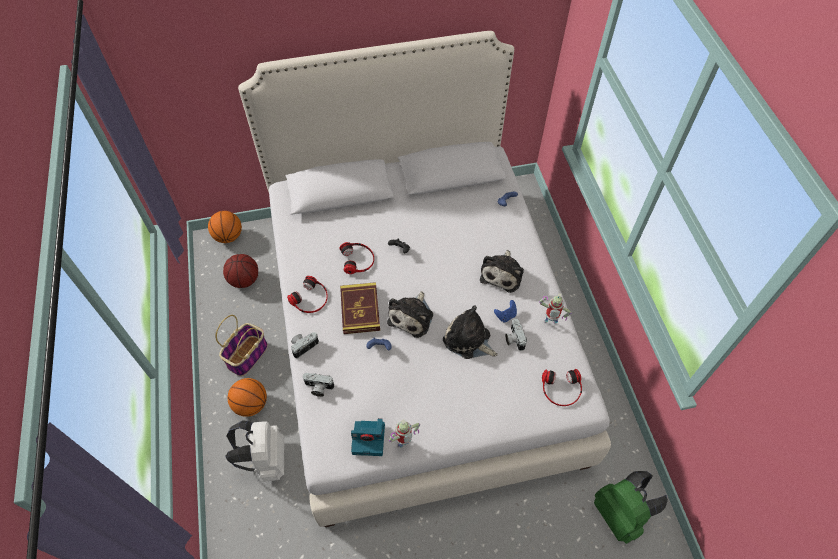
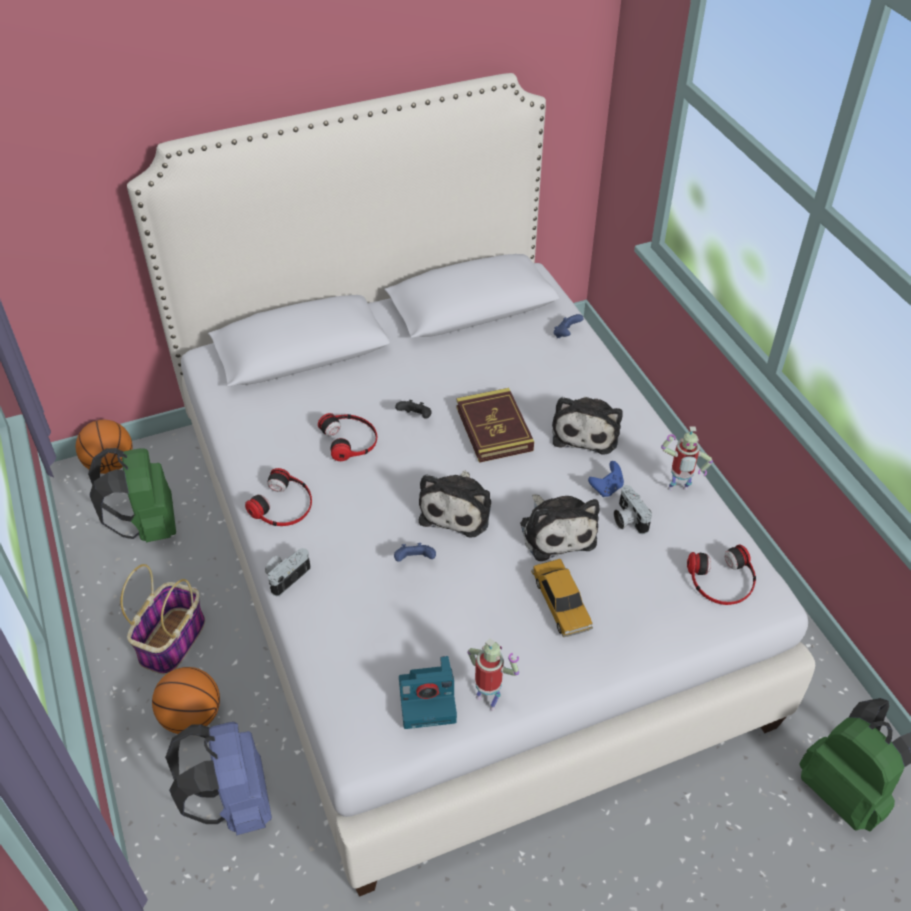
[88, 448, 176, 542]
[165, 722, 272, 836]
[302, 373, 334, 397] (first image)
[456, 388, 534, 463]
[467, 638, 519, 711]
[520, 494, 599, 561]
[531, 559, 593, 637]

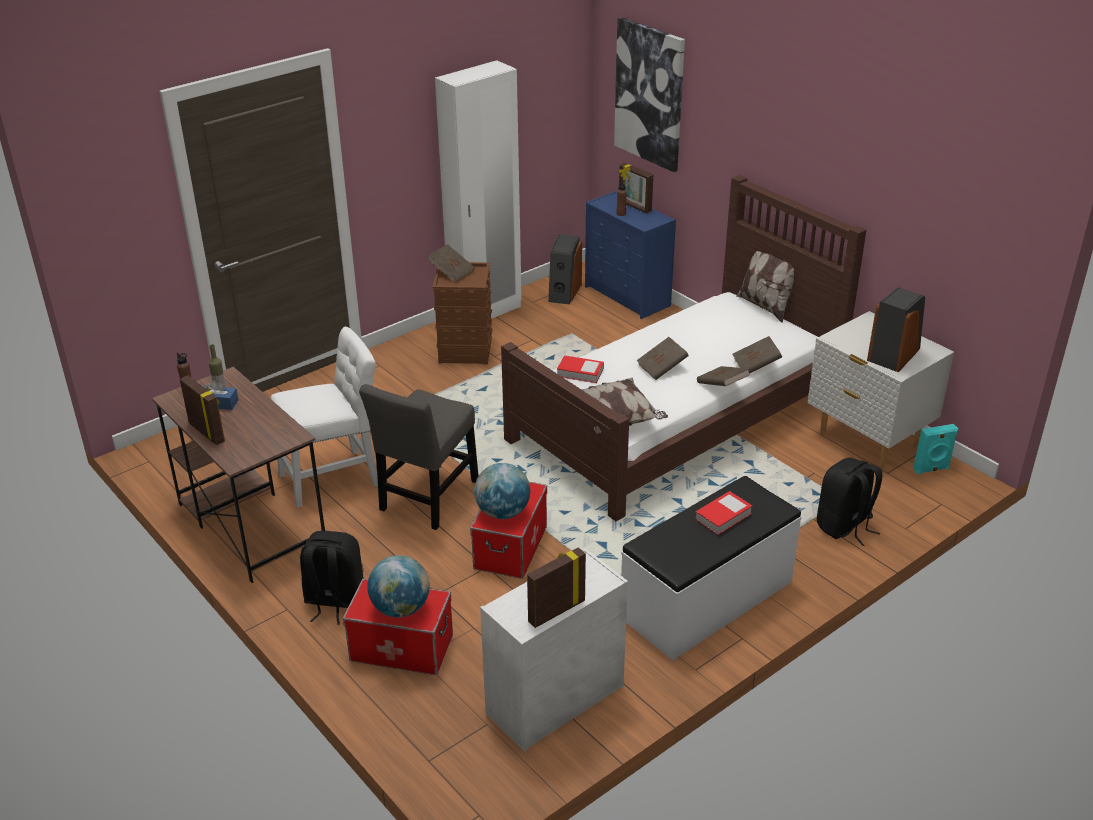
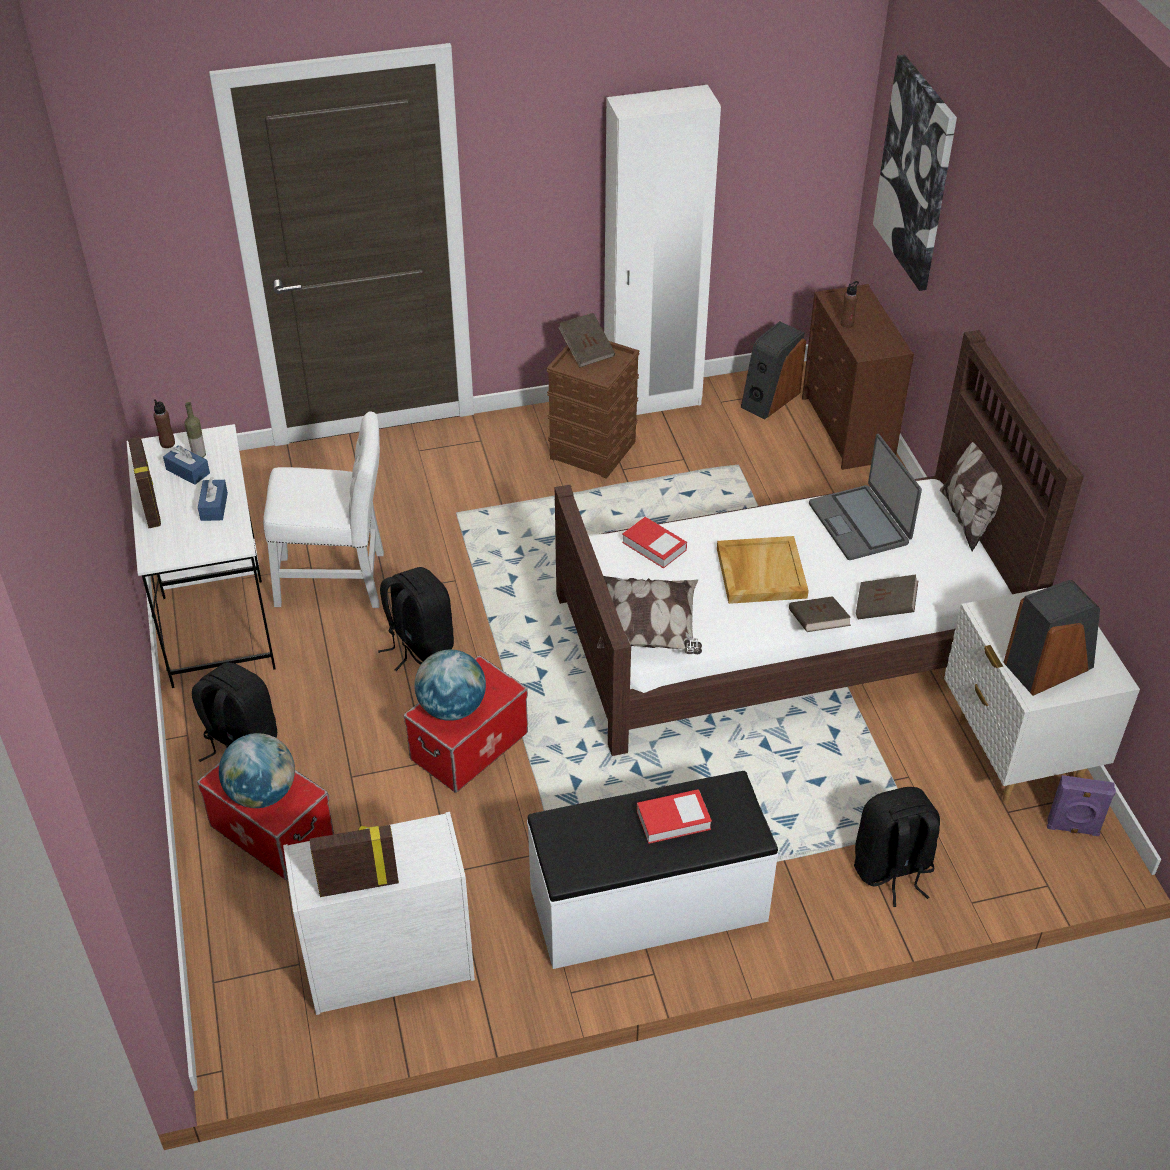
[127, 424, 276, 688]
[378, 567, 454, 671]
[802, 284, 914, 470]
[619, 163, 653, 213] (first image)
[717, 536, 809, 604]
[1047, 775, 1116, 836]
[198, 477, 228, 521]
[809, 434, 922, 560]

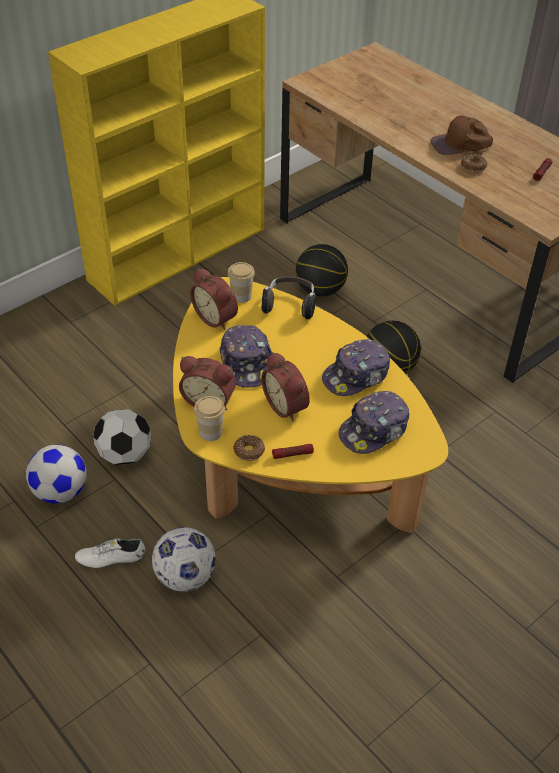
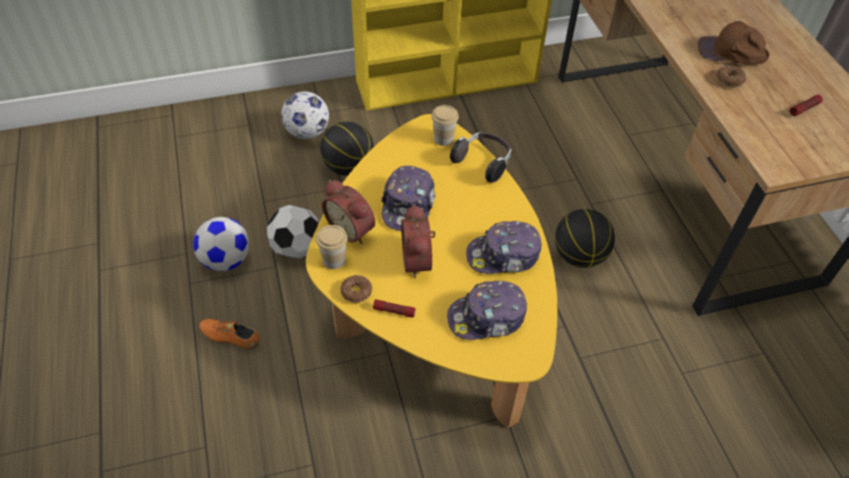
[200, 319, 260, 349]
[281, 91, 329, 139]
[190, 268, 238, 330] (first image)
[320, 122, 374, 176]

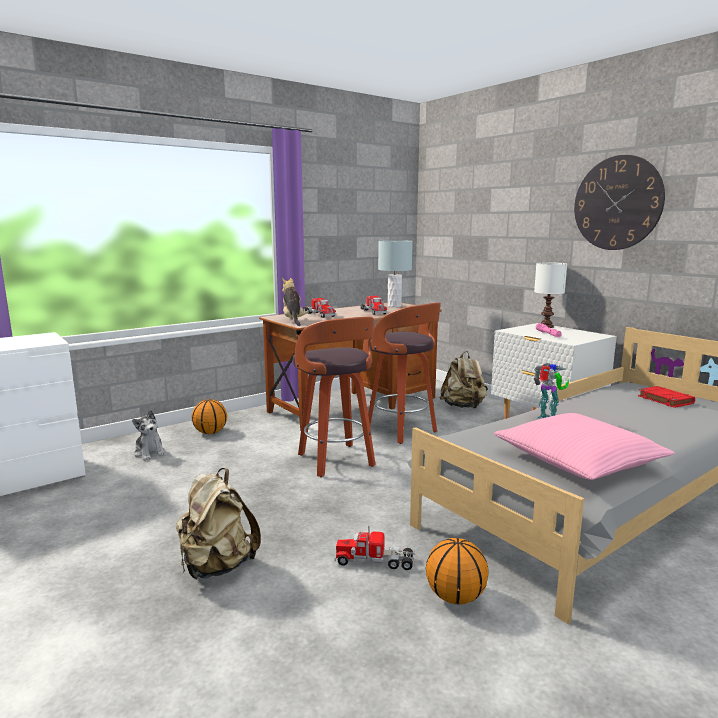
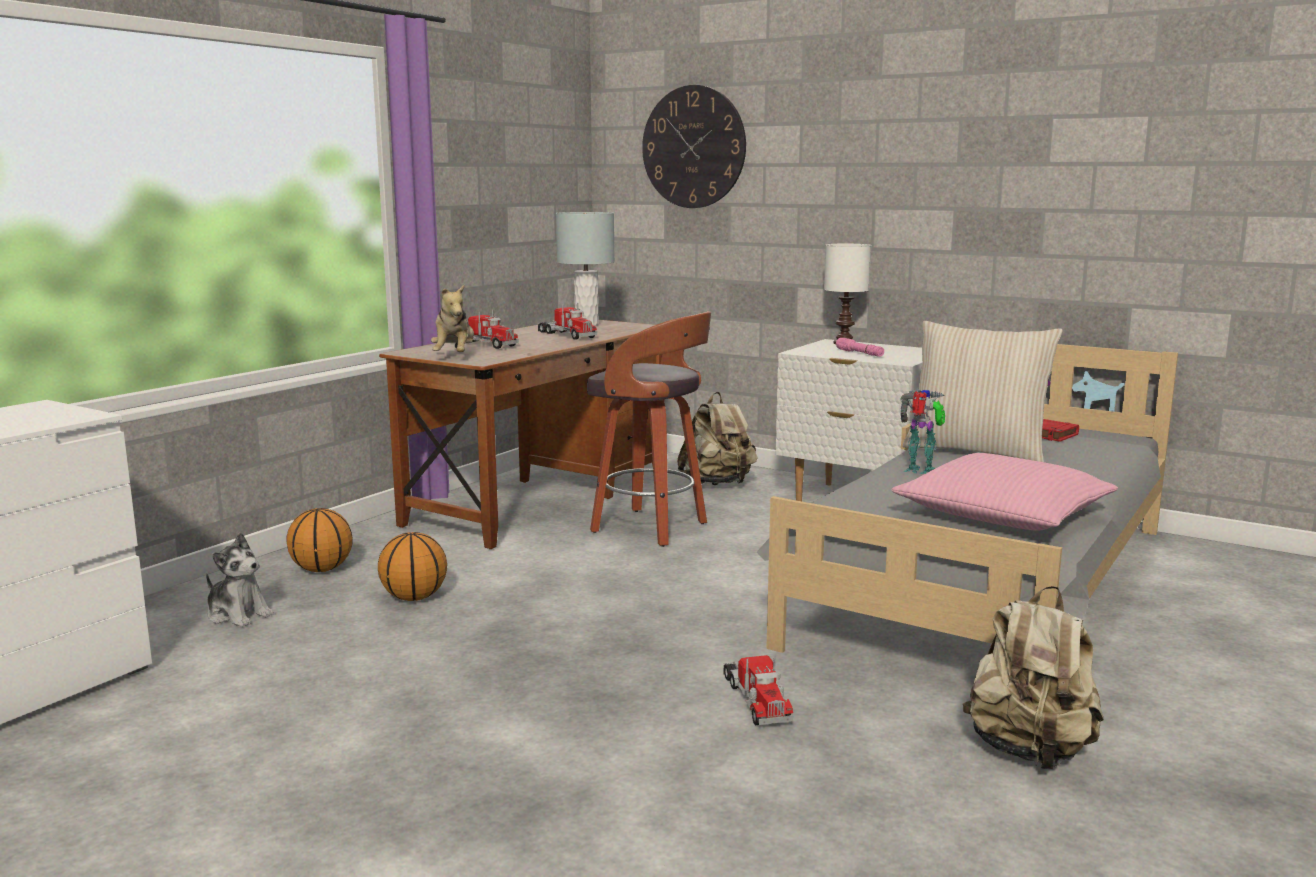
[963, 586, 1104, 769]
[431, 285, 474, 352]
[293, 317, 375, 477] (first image)
[723, 655, 793, 725]
[378, 532, 447, 601]
[642, 85, 746, 208]
[903, 321, 1063, 462]

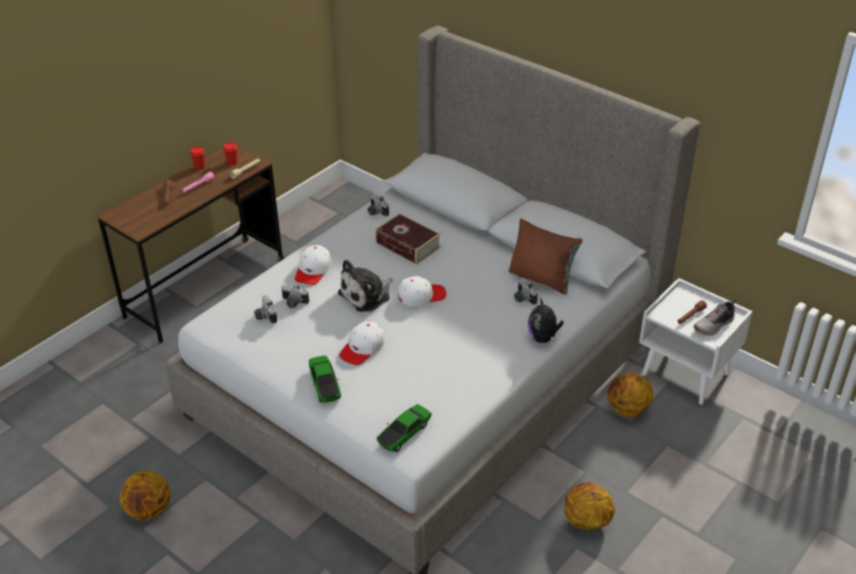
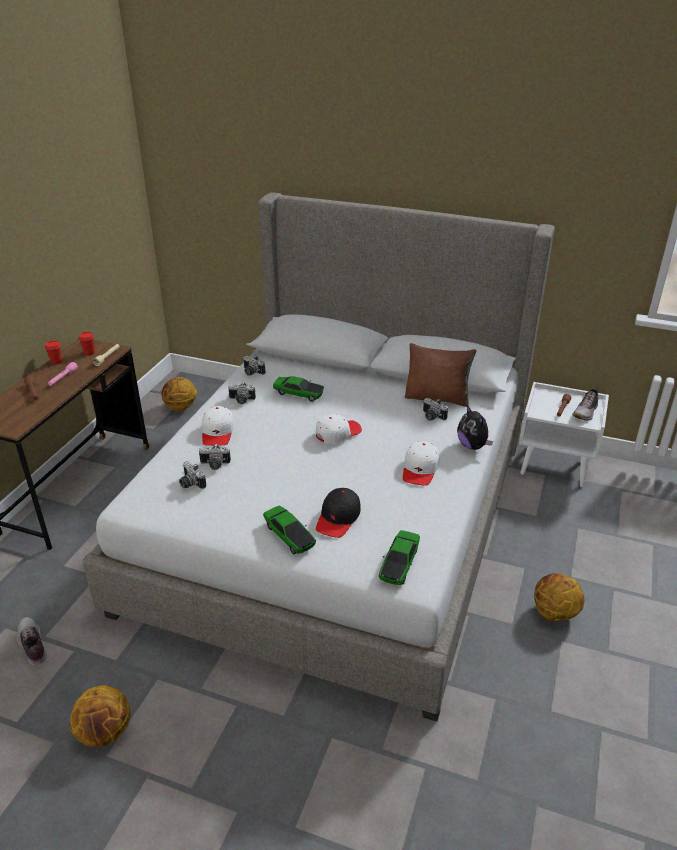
[338, 260, 393, 312] (first image)
[403, 441, 439, 486]
[273, 376, 324, 402]
[161, 377, 197, 411]
[17, 617, 47, 665]
[228, 382, 256, 404]
[316, 488, 361, 538]

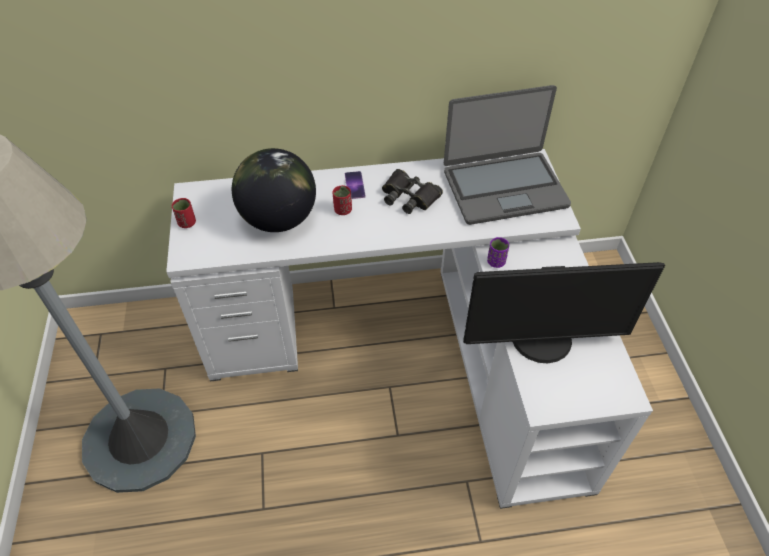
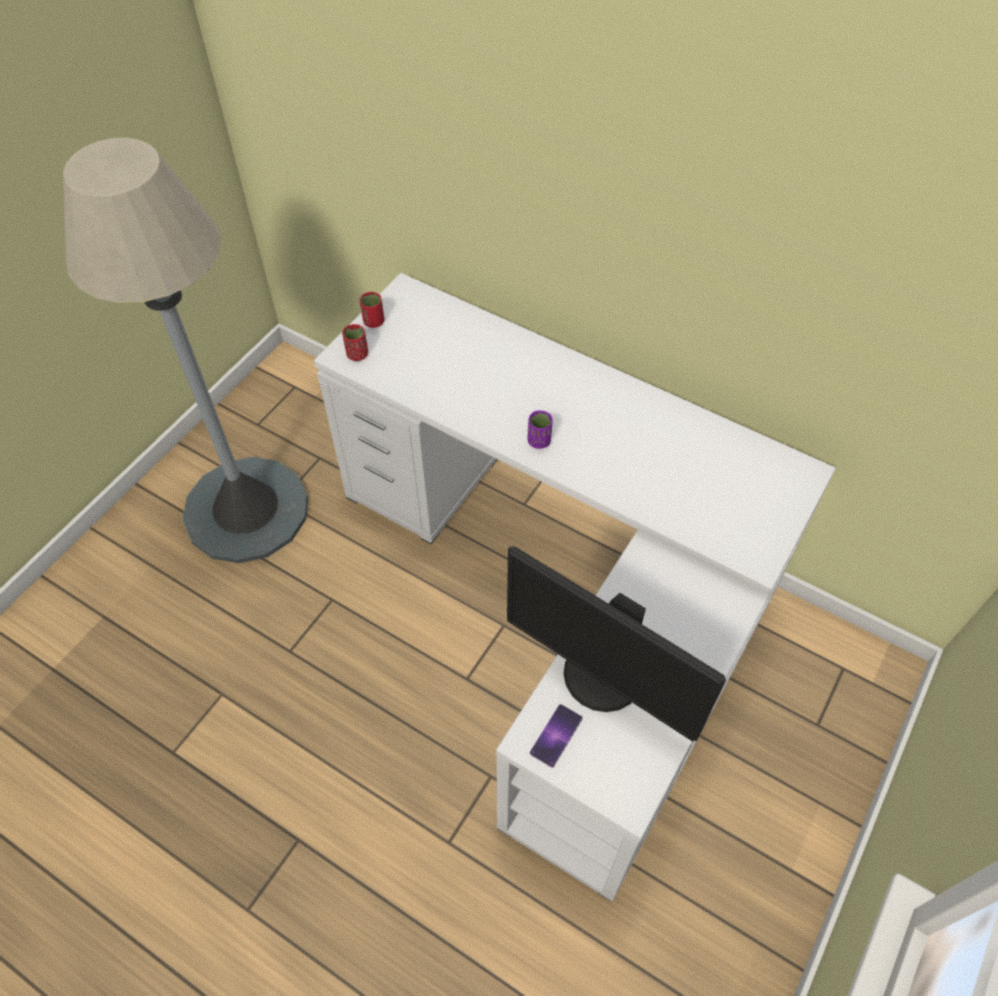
[232, 148, 316, 232] (first image)
[342, 324, 368, 361]
[530, 704, 583, 768]
[382, 169, 443, 214] (first image)
[444, 85, 571, 225] (first image)
[528, 410, 553, 449]

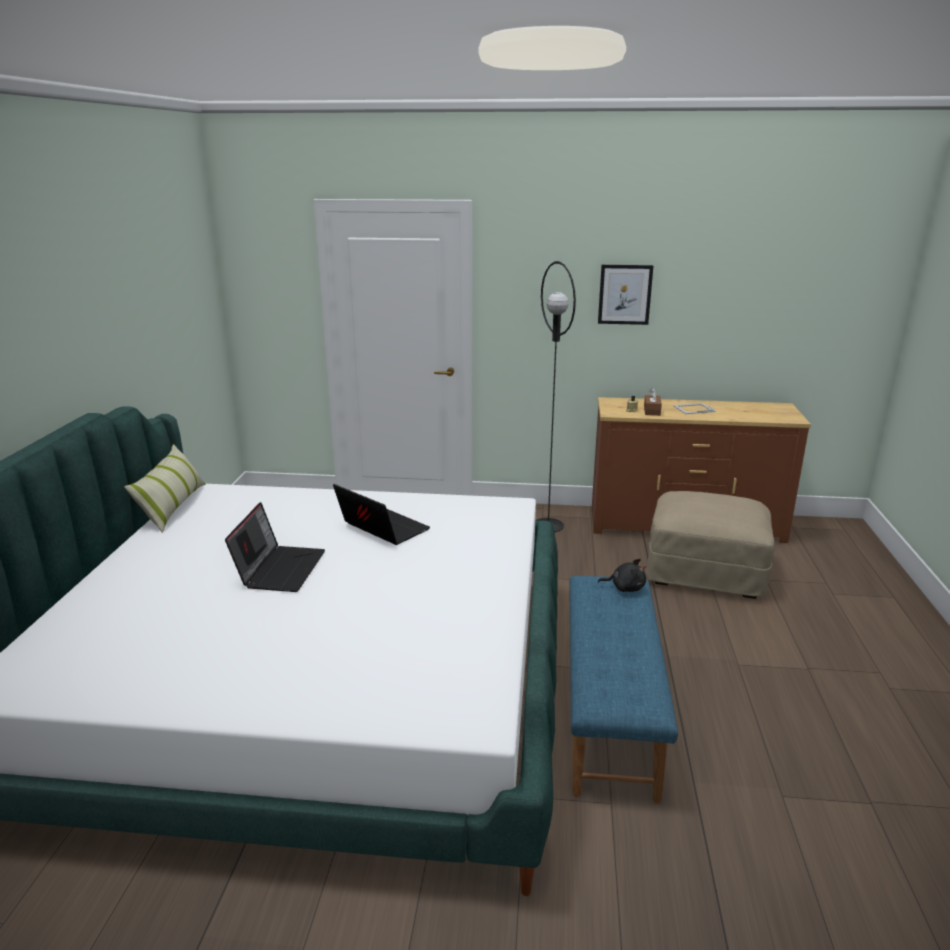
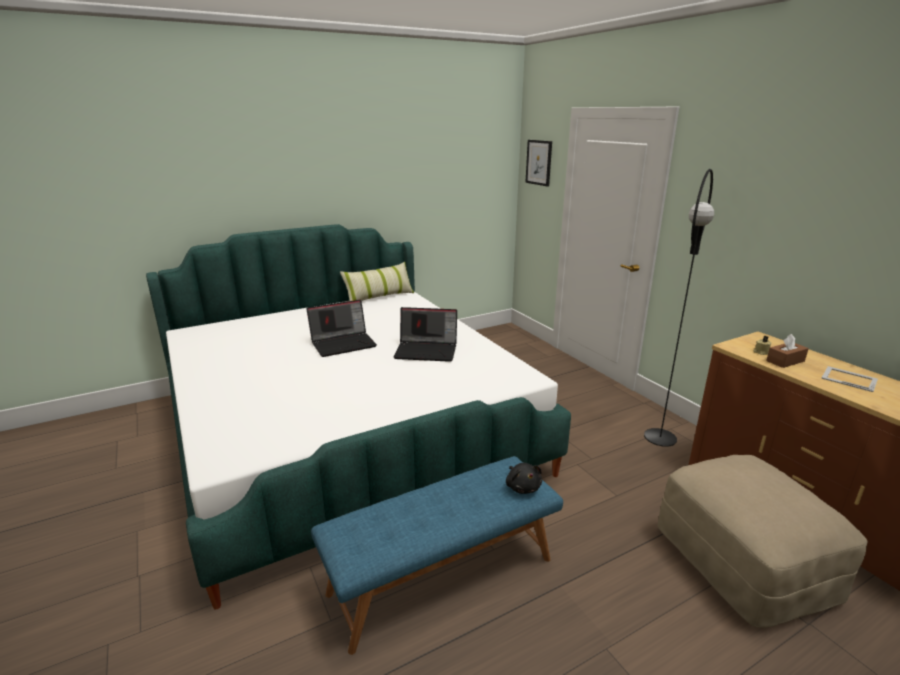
[394, 307, 457, 362]
[525, 140, 552, 187]

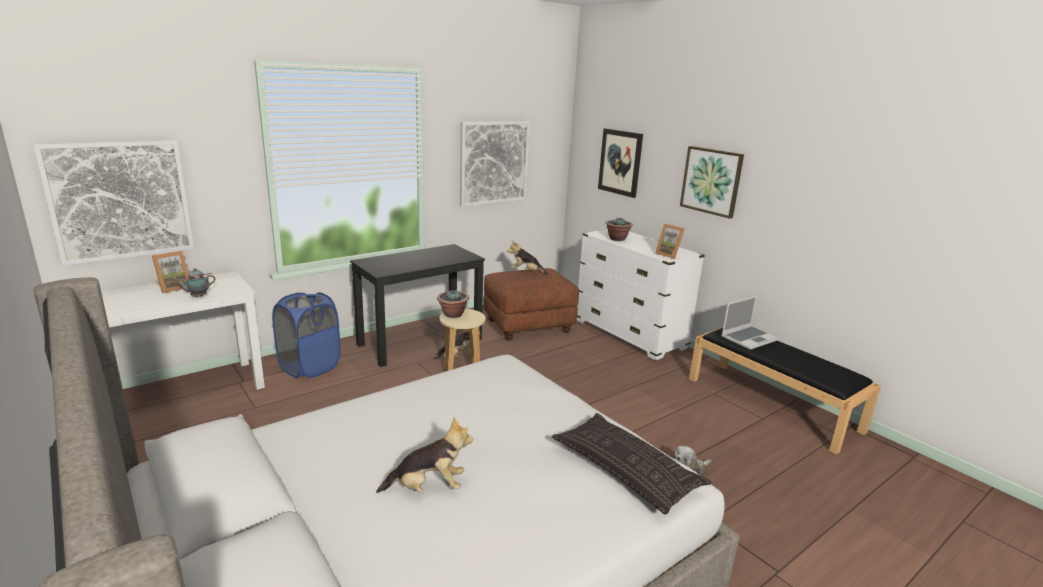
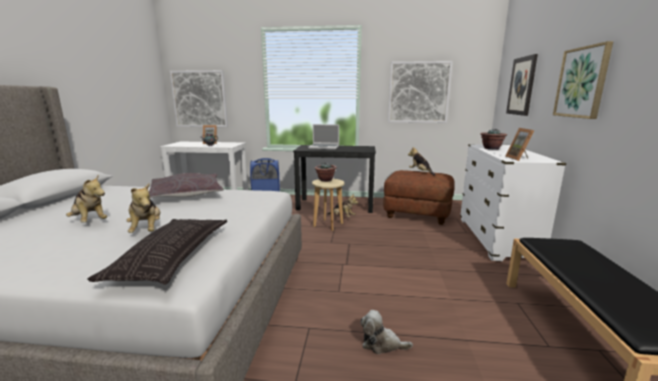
[308, 124, 339, 150]
[127, 183, 160, 233]
[149, 173, 224, 198]

